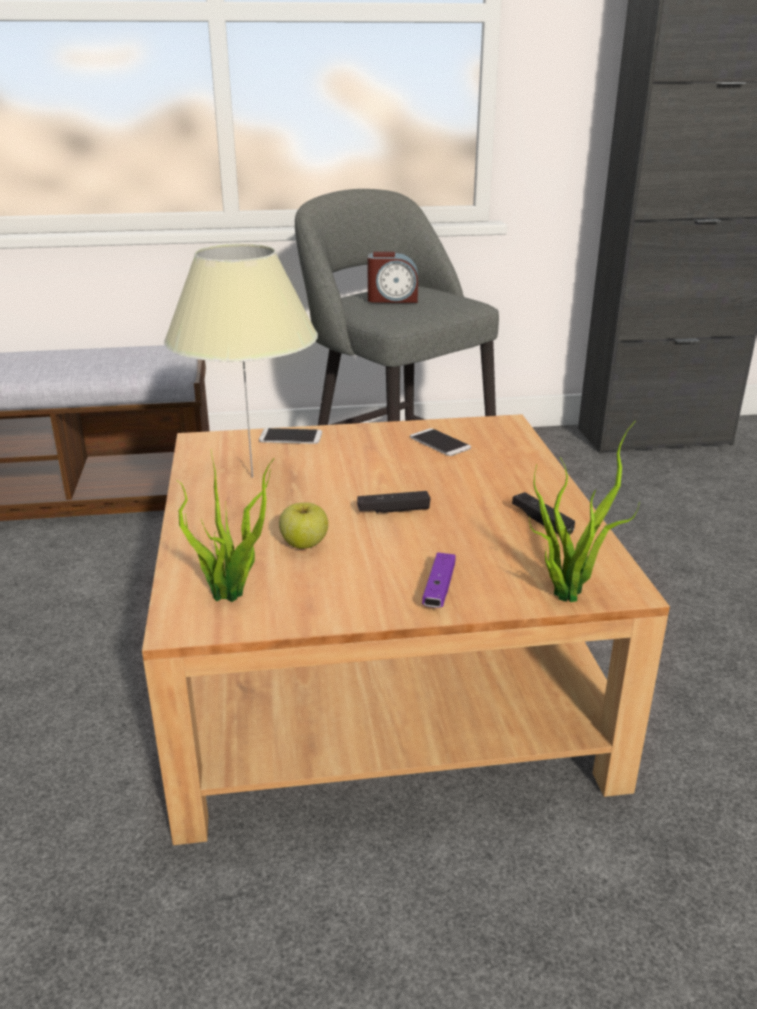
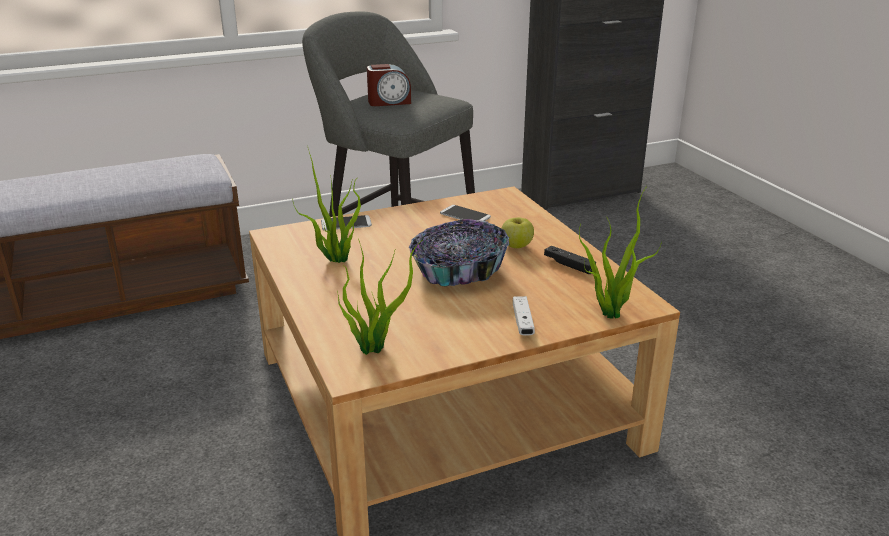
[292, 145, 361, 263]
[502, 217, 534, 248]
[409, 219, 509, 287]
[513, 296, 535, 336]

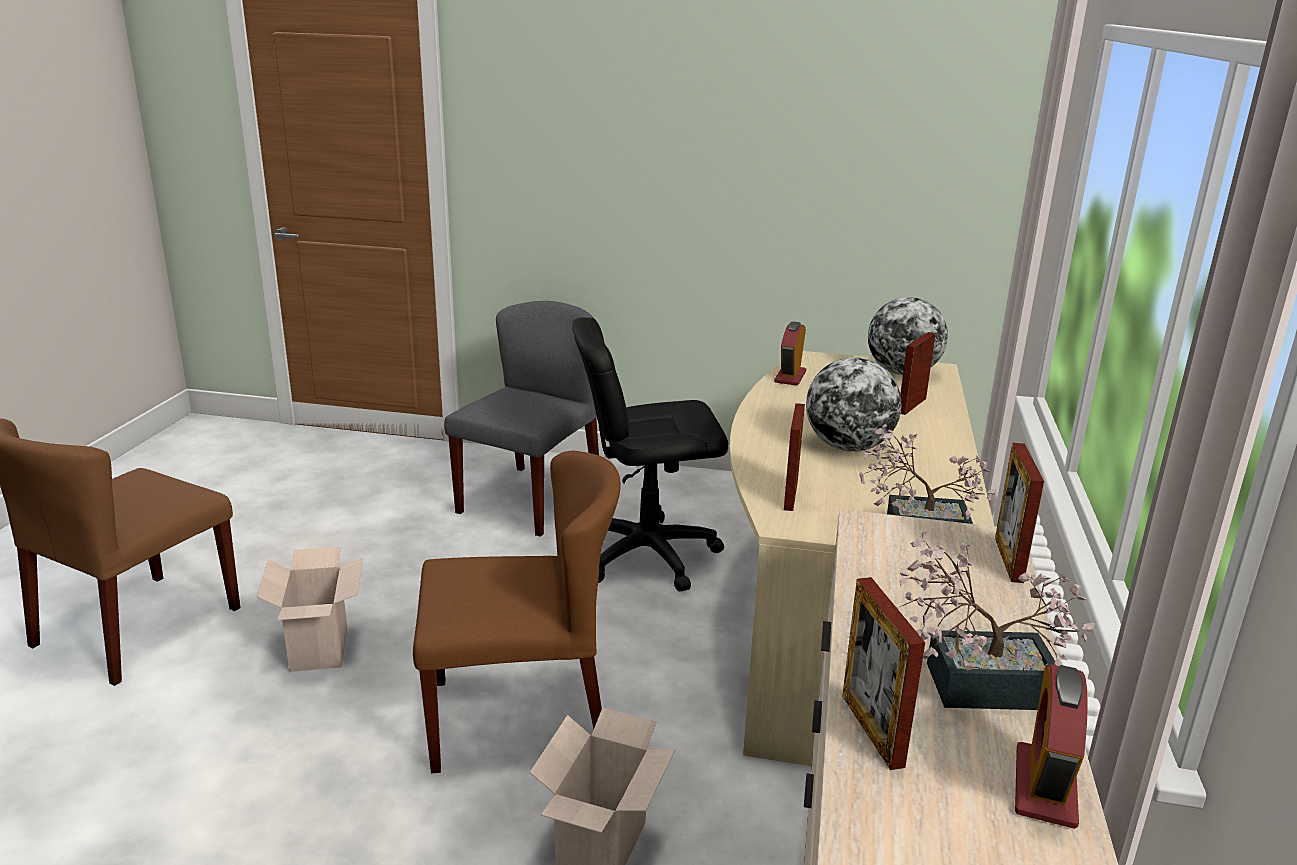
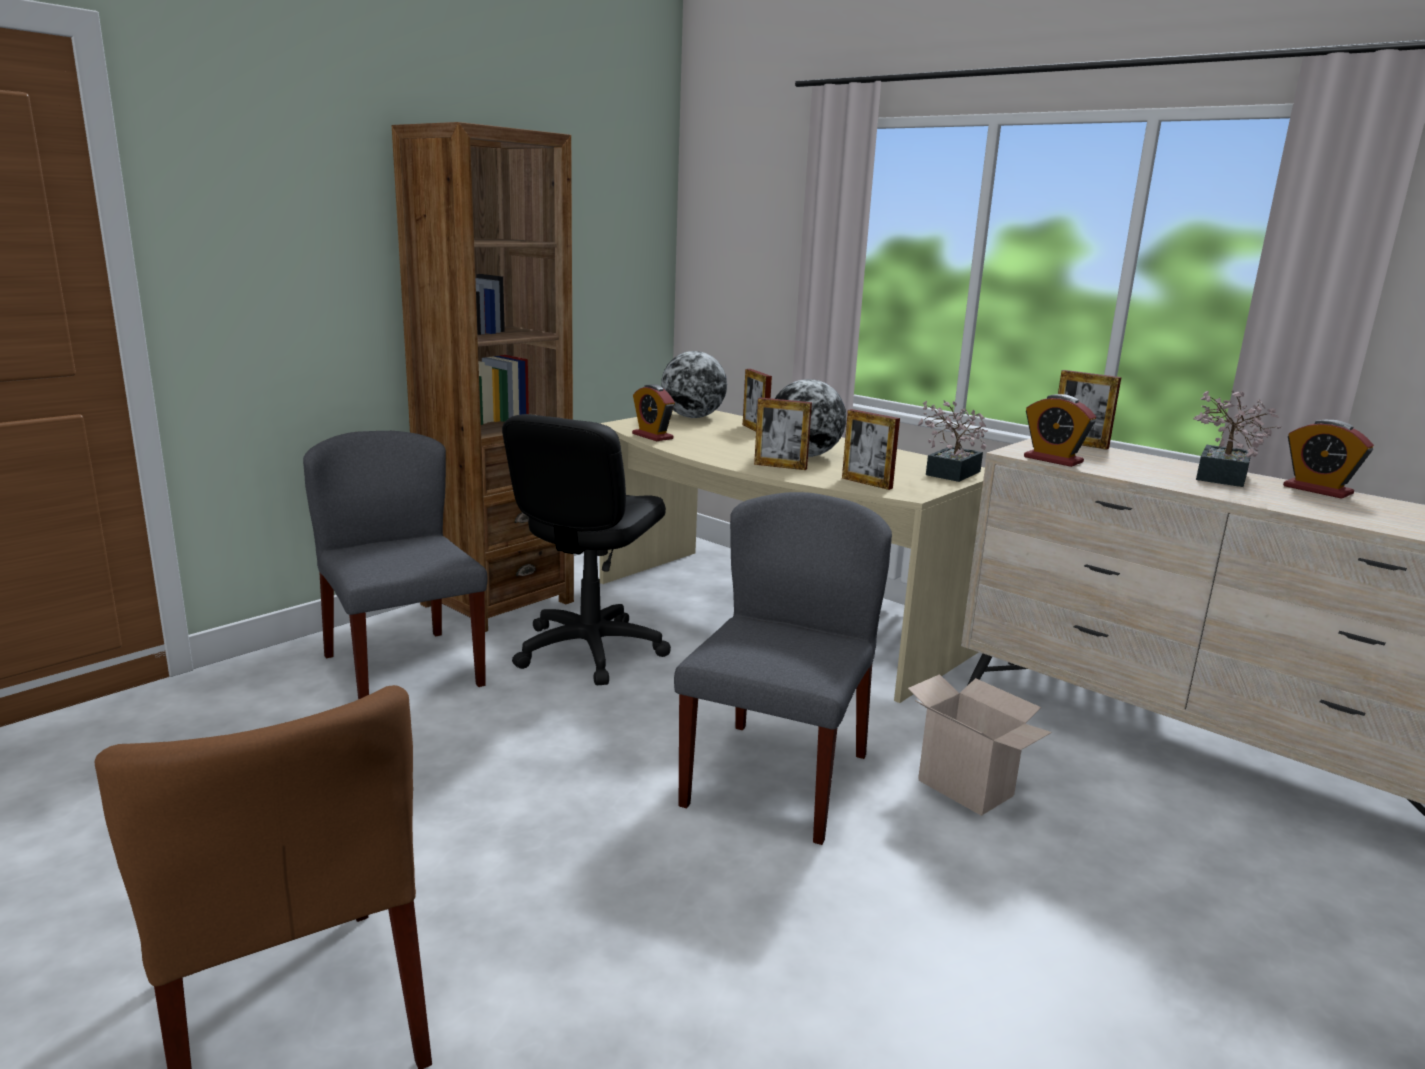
[257, 547, 363, 672] (first image)
[674, 492, 892, 845]
[754, 397, 812, 470]
[392, 122, 574, 632]
[1024, 394, 1096, 467]

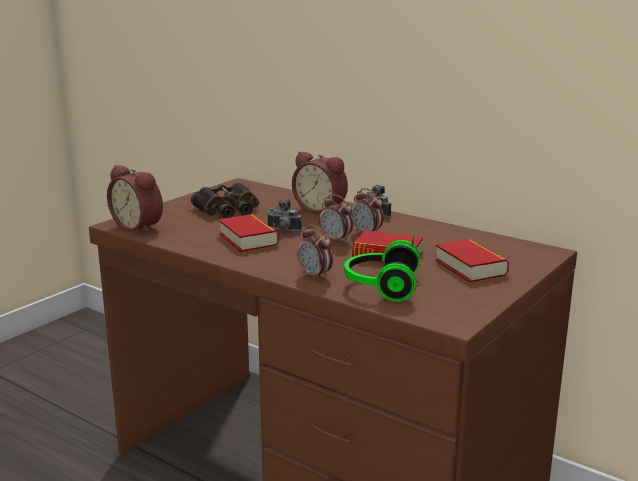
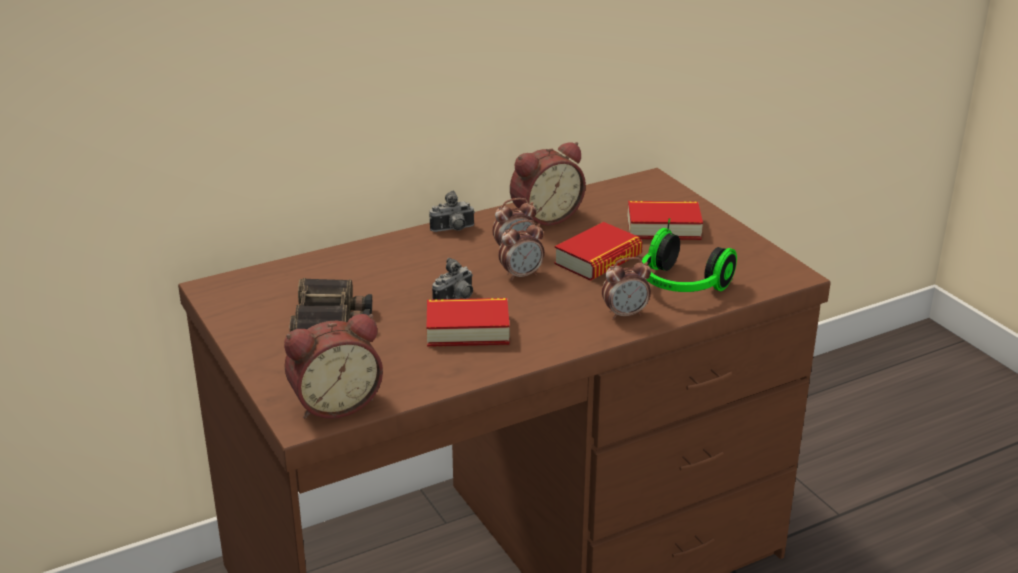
[510, 142, 586, 226]

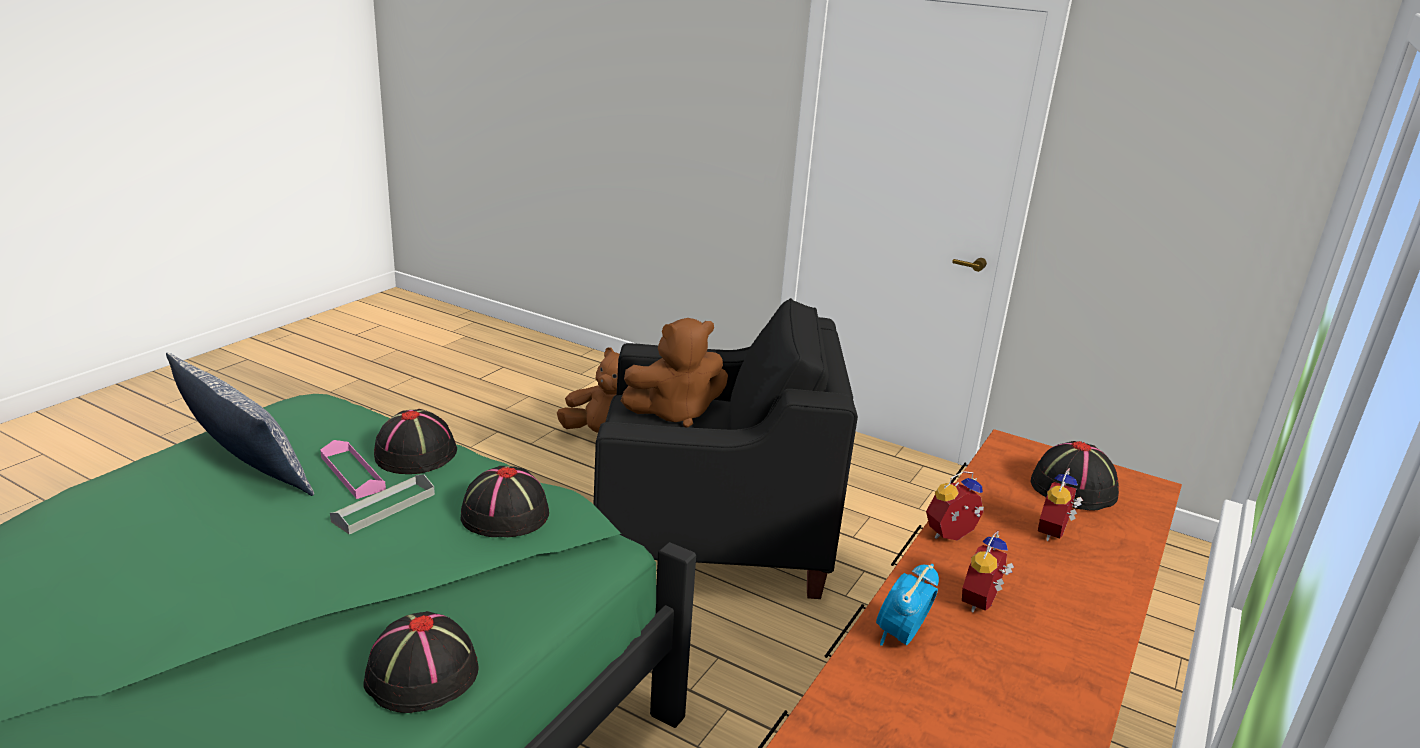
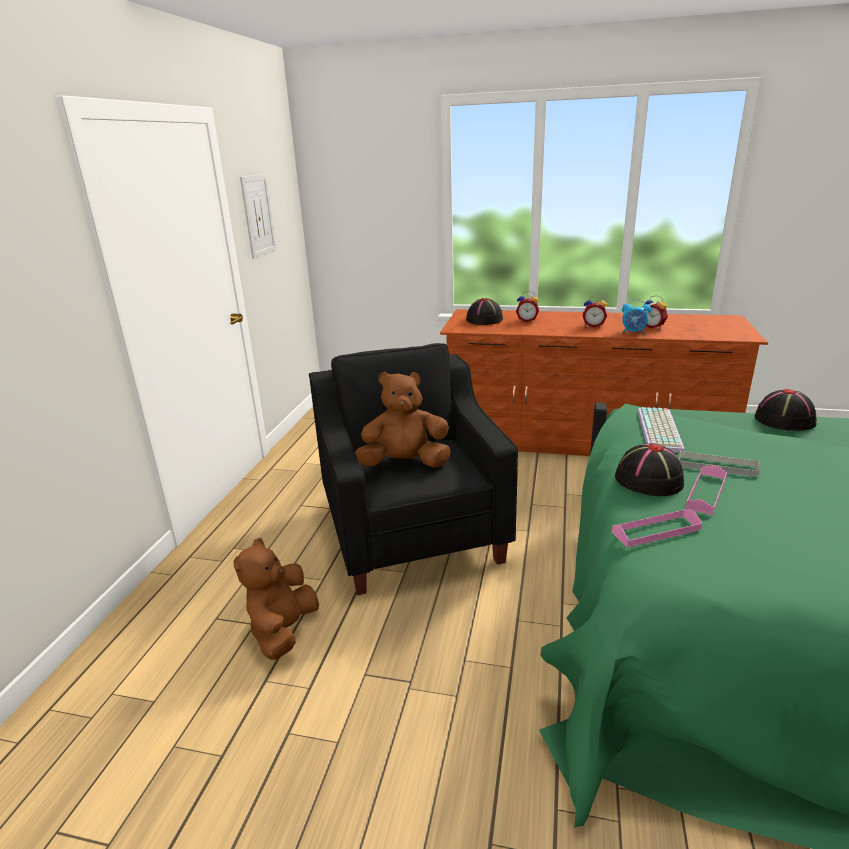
[166, 353, 314, 496] (first image)
[637, 407, 685, 453]
[355, 371, 451, 468]
[644, 296, 668, 329]
[240, 174, 277, 259]
[612, 509, 702, 548]

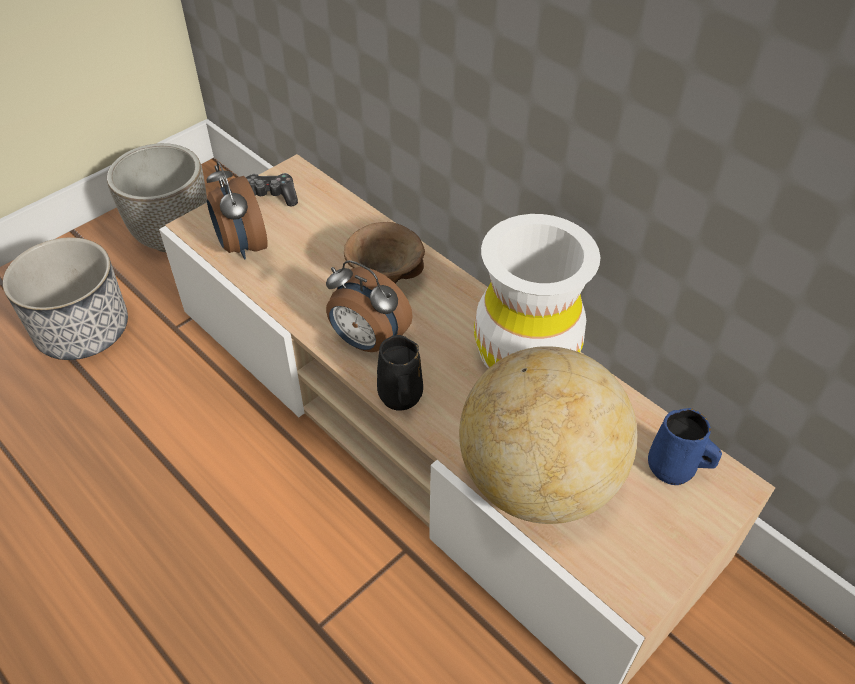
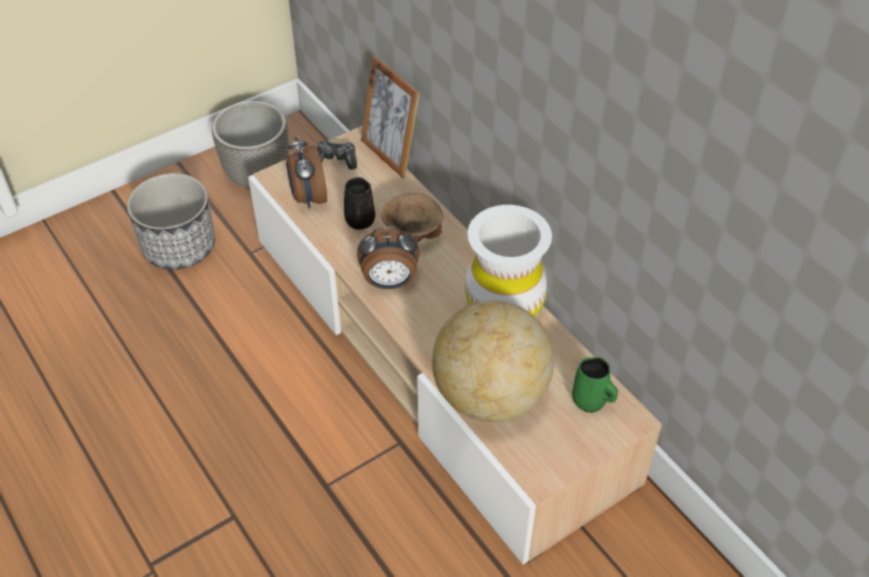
[357, 227, 419, 289]
[344, 177, 375, 230]
[572, 357, 618, 413]
[361, 55, 420, 178]

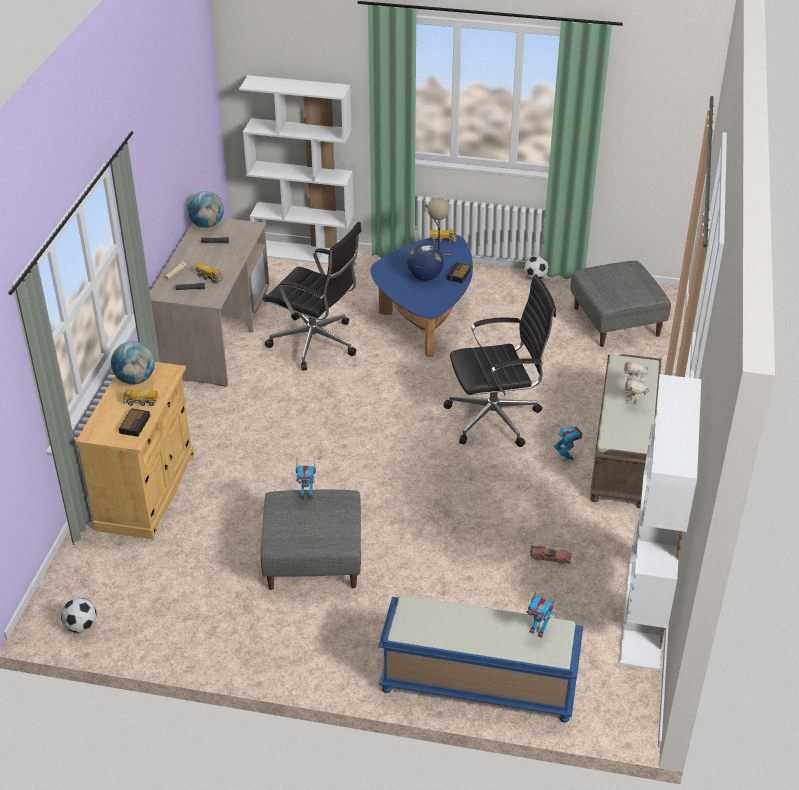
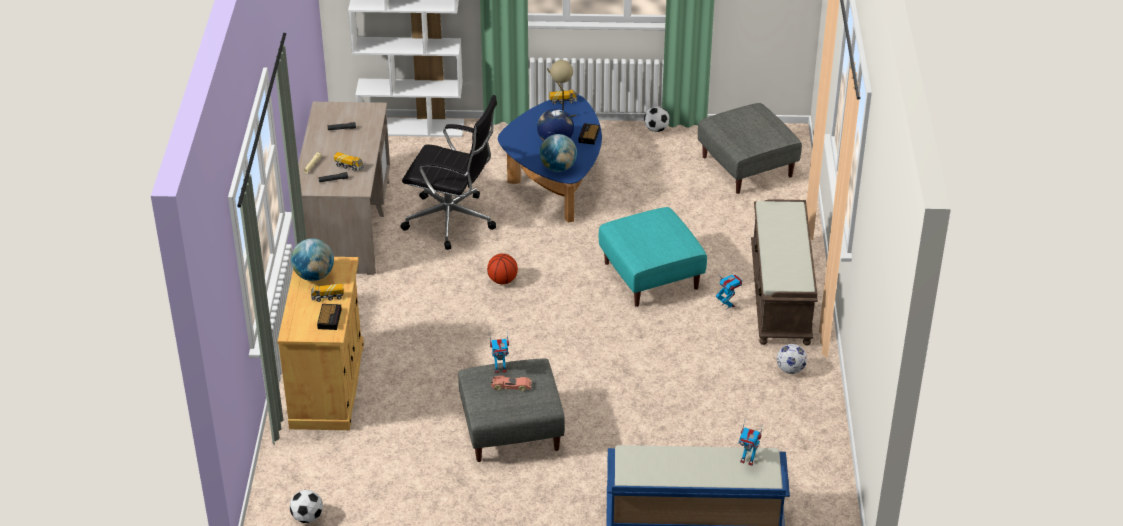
[539, 134, 577, 172]
[599, 207, 707, 307]
[491, 376, 532, 391]
[620, 374, 701, 671] (first image)
[624, 362, 650, 404] (first image)
[487, 254, 518, 284]
[777, 344, 807, 374]

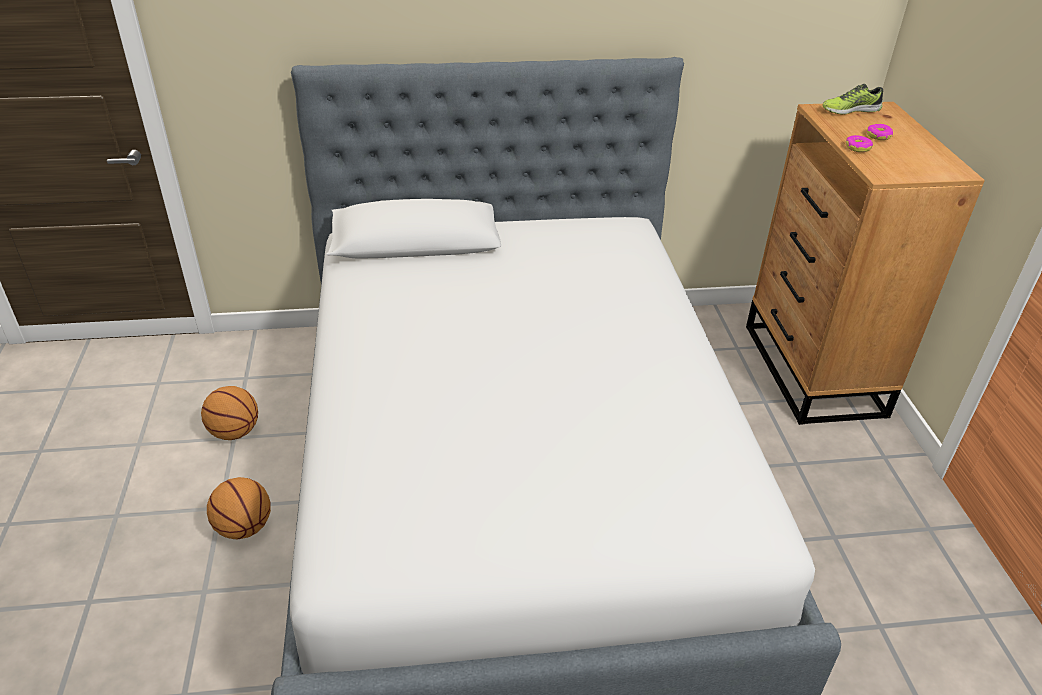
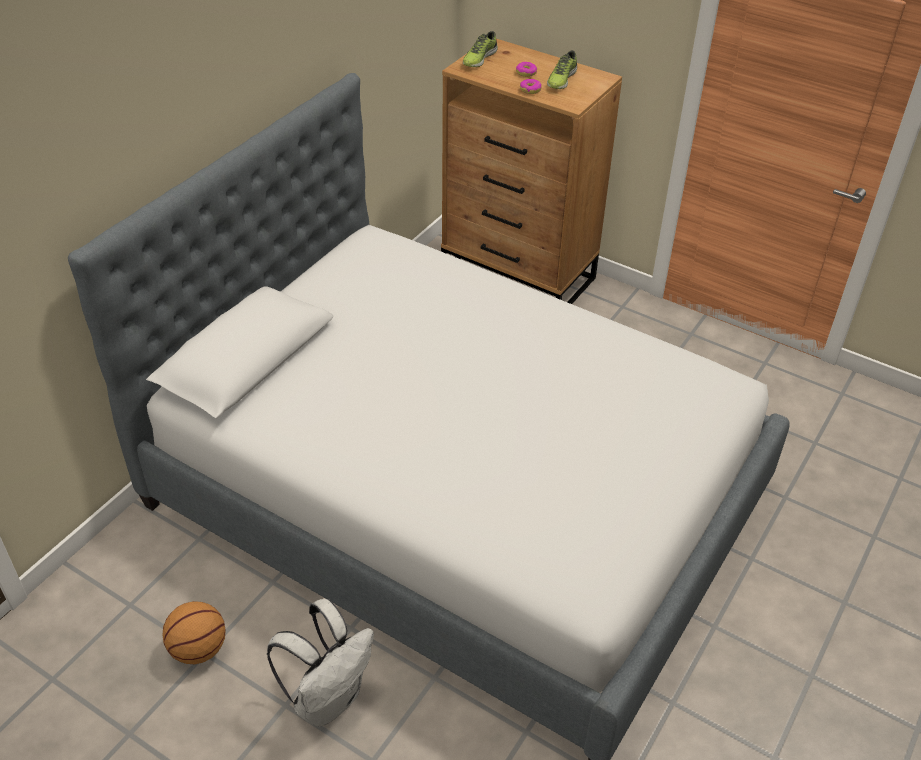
[267, 599, 374, 727]
[547, 51, 577, 89]

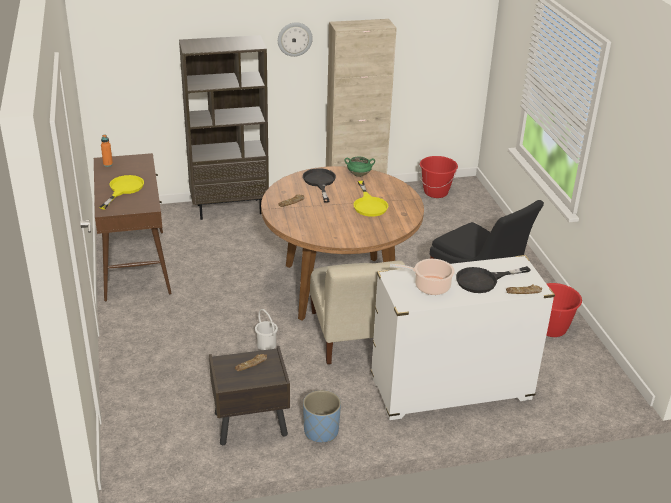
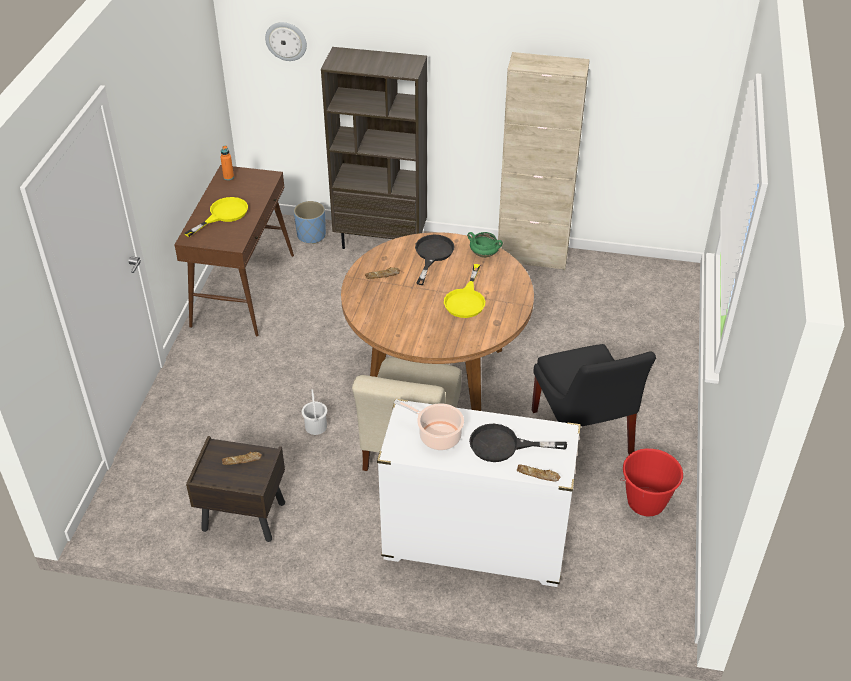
[265, 22, 307, 61]
[294, 201, 326, 244]
[418, 156, 458, 198] (first image)

